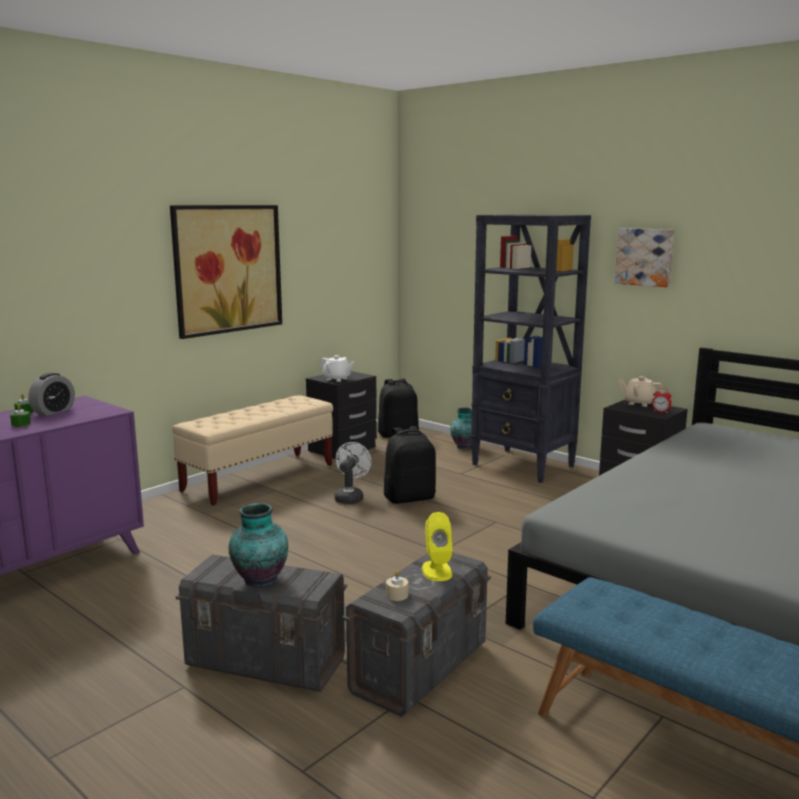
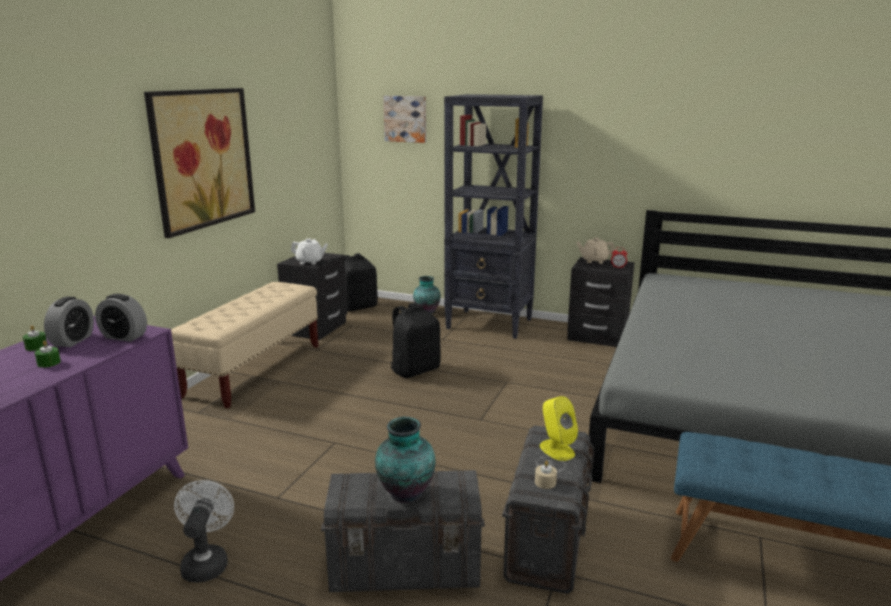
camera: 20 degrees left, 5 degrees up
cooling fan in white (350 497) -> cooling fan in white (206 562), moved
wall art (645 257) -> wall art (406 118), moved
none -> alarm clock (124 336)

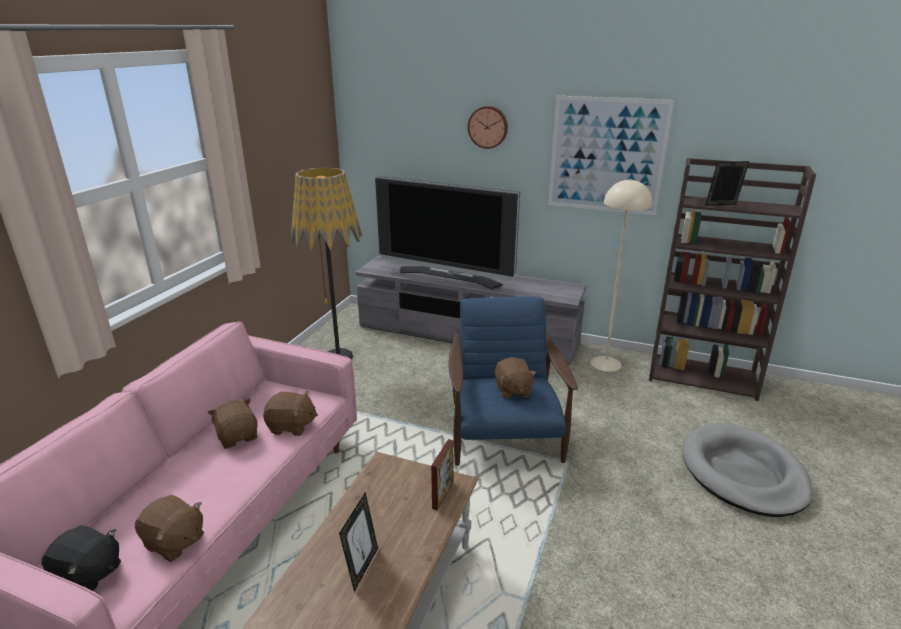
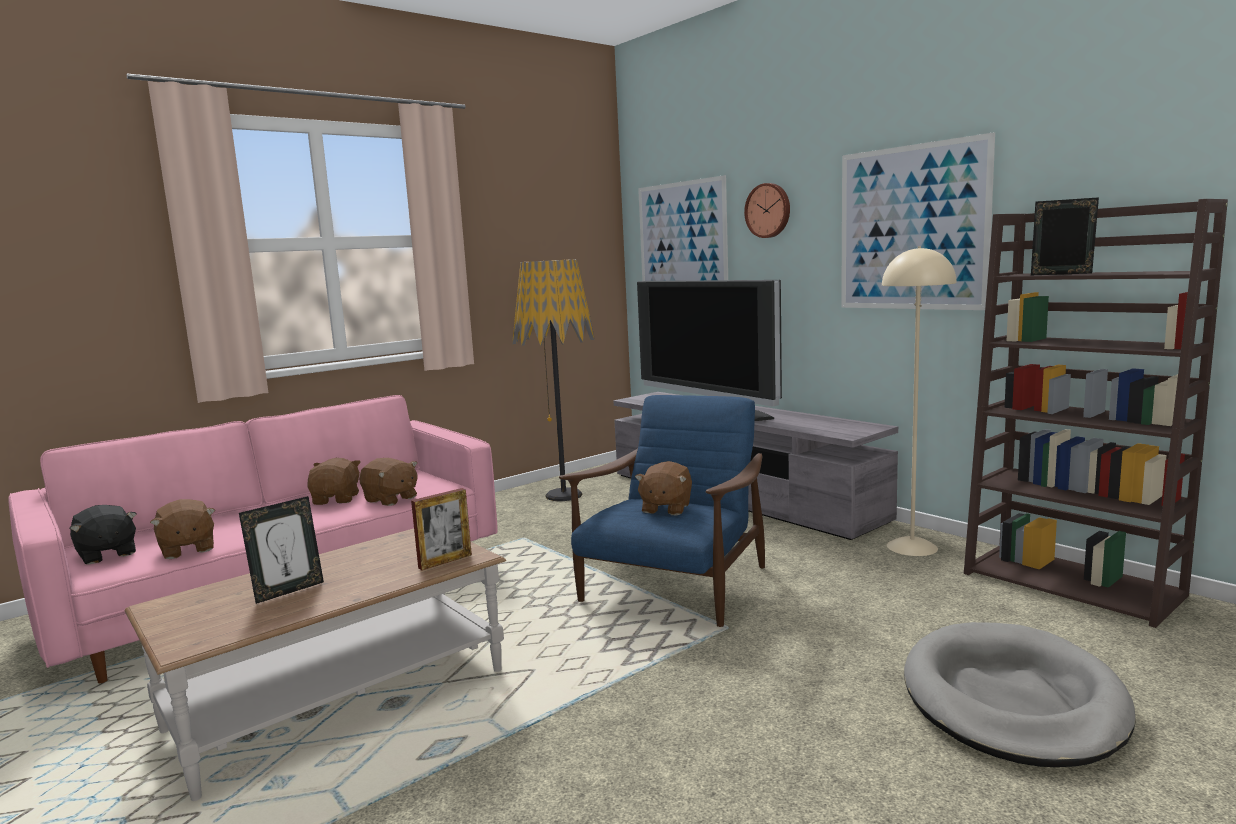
camera: 30 degrees right, 15 degrees down
none -> wall art (682 244)

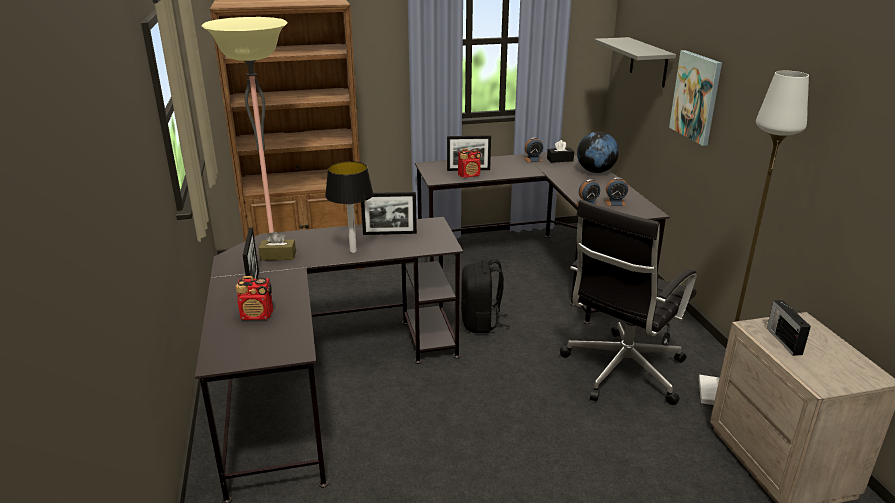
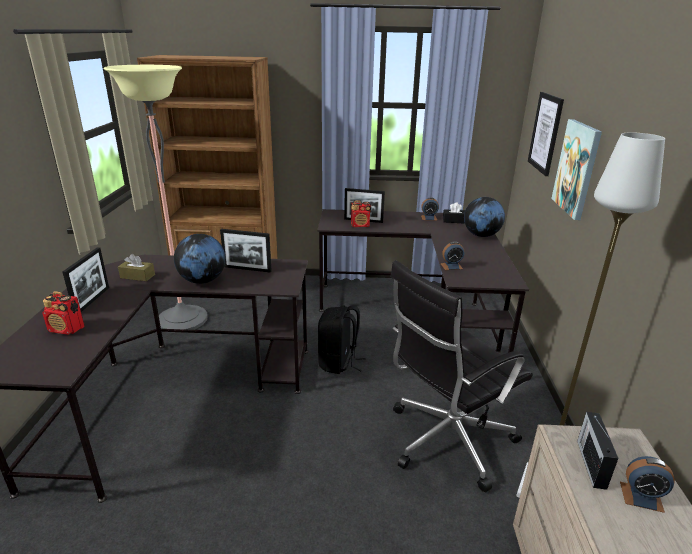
camera: 15 degrees right, 0 degrees up
tabletop lamp (353 251) -> desk globe (202 280)
shelf in greyish (648 62) -> wall art (545 133)
alarm clock (615 203) -> alarm clock (641 496), moved

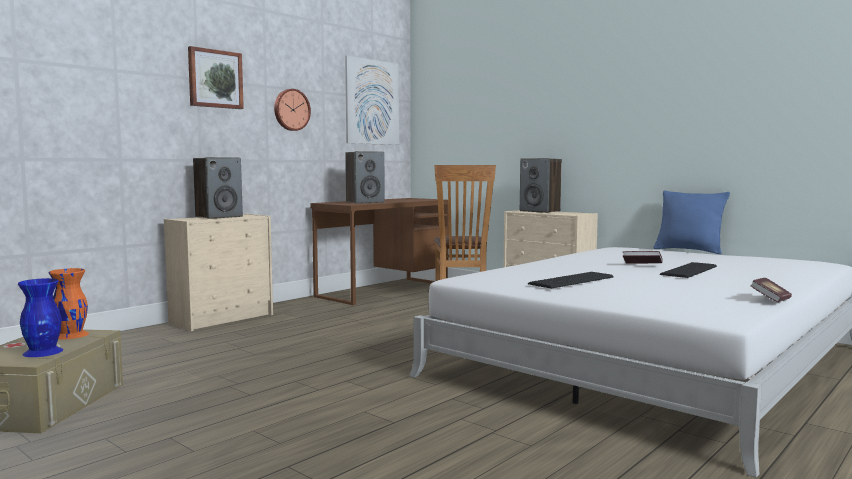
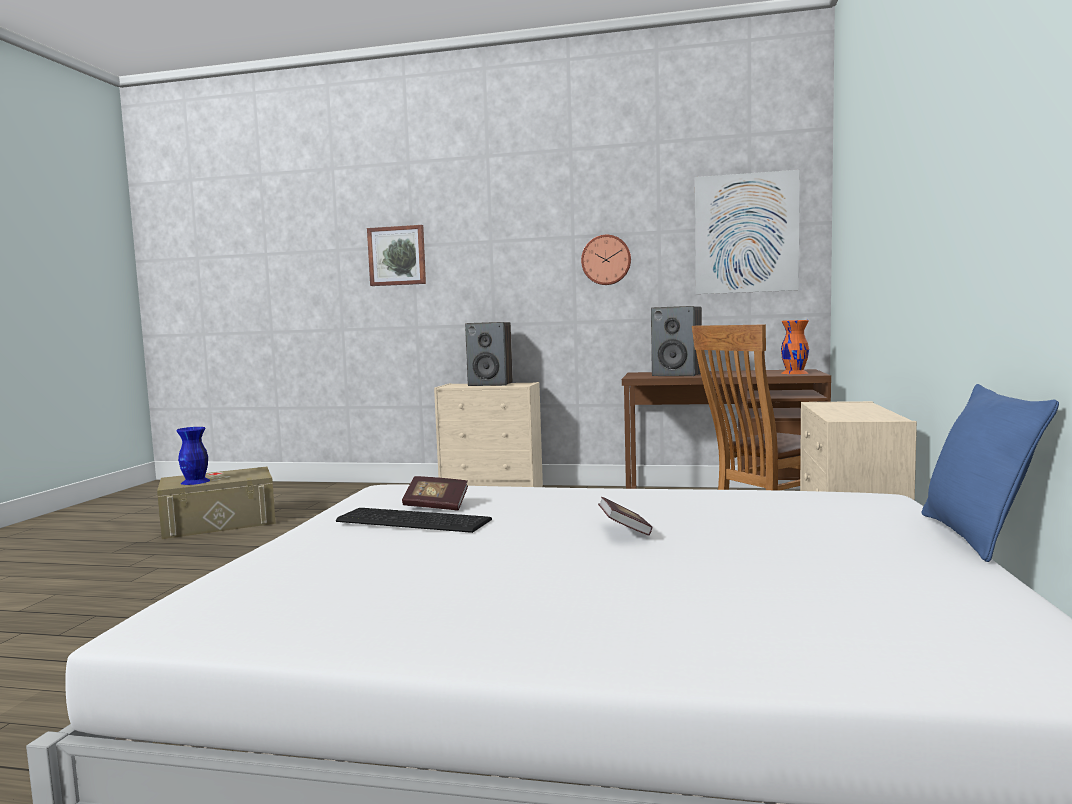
camera: 60 degrees right, 0 degrees up
vase in orange-coloured (70 335) -> vase in orange-coloured (794 373), moved
wall art (215 79) -> wall art (397 256), moved
speaker (540 211) -> none
computer keyboard (687 270) -> none
volume (770 300) -> volume (436 506), moved

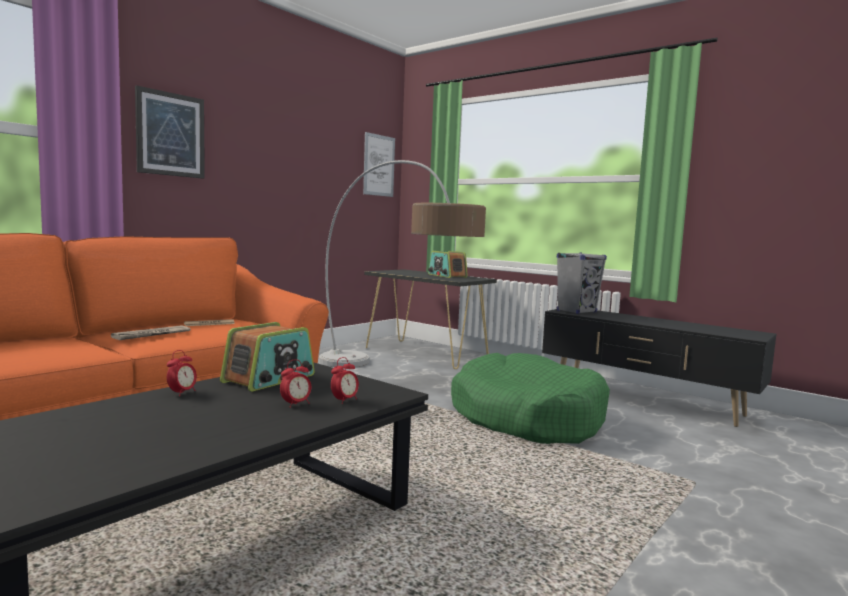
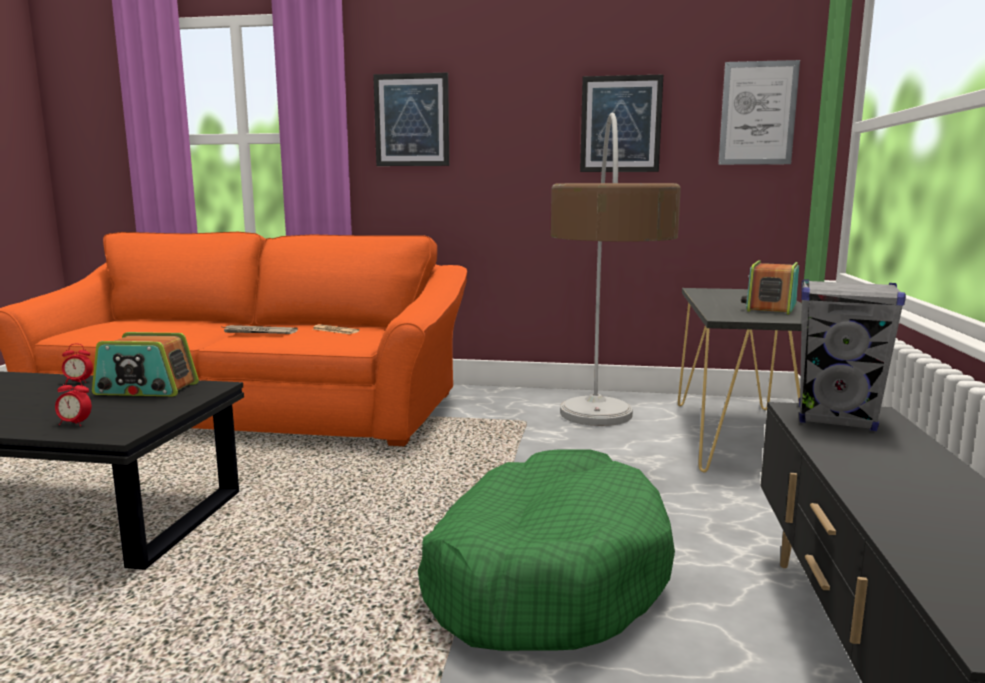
camera: 60 degrees right, 5 degrees up
alarm clock (296 404) -> none
none -> wall art (620 124)

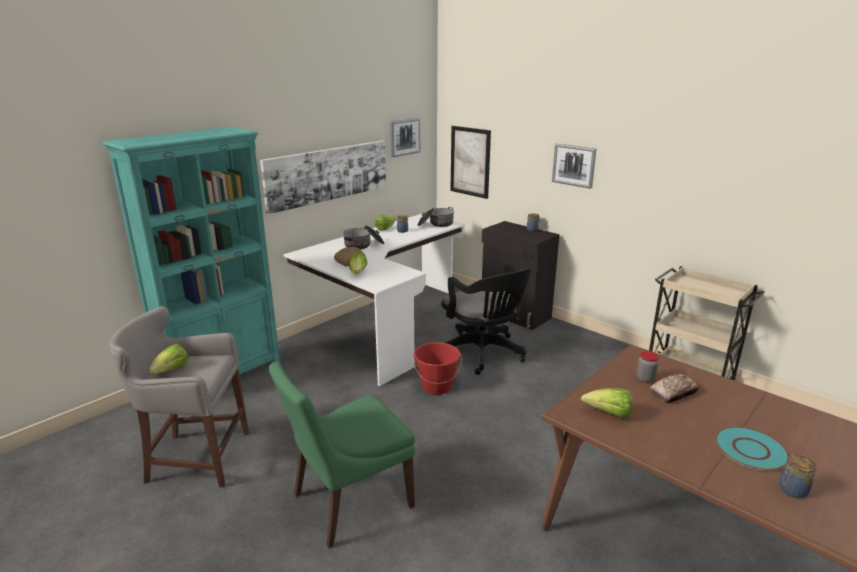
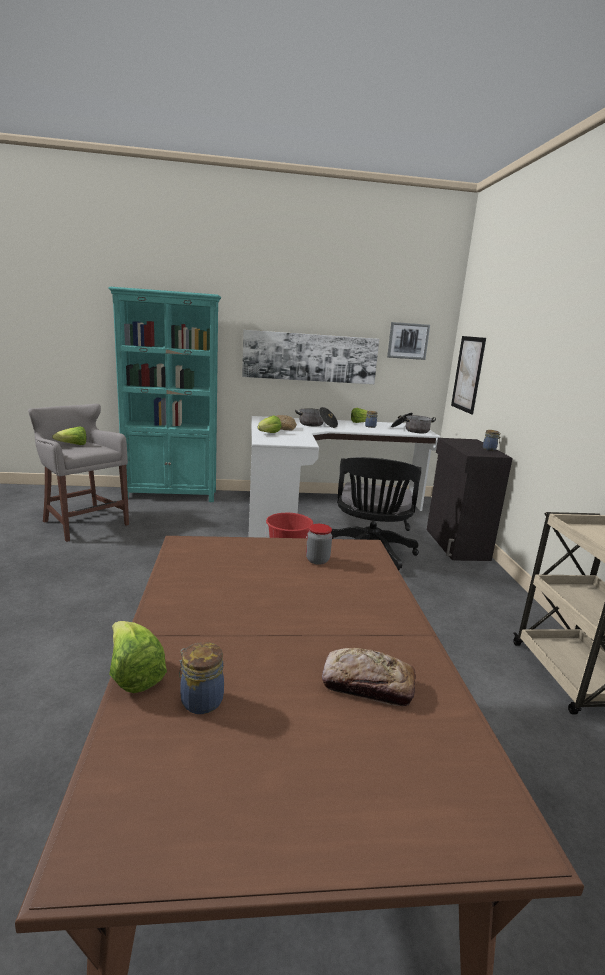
camera: 40 degrees right, 5 degrees down
upright chair in green-coloured (349 502) -> none
wall art (574 165) -> none
head of lettuce (609 414) -> head of lettuce (134 674), moved
bakery bread (673 393) -> bakery bread (367 685), moved
plate in turquoise-coloured (750 449) -> none

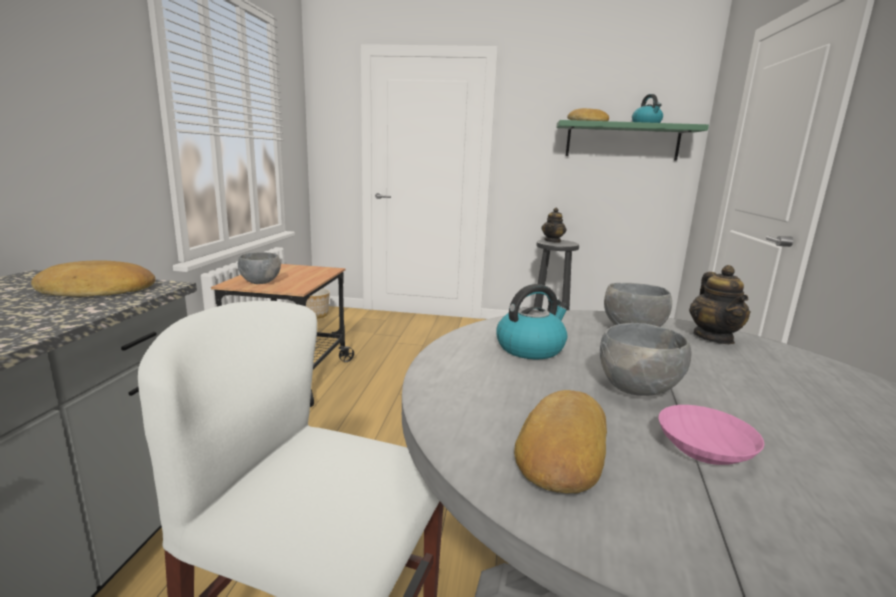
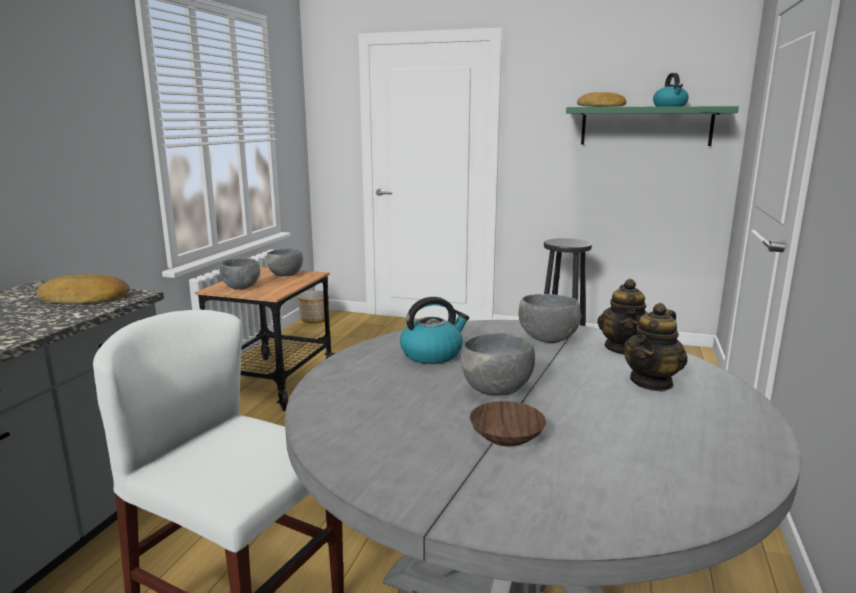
camera: 10 degrees right, 0 degrees up
bakery bread (560 449) -> none
tea pot (553 241) -> tea pot (652 382), moved
bowl in pink-coloured (702 448) -> bowl in brown (506 435)
none -> bowl in greyish (286 275)

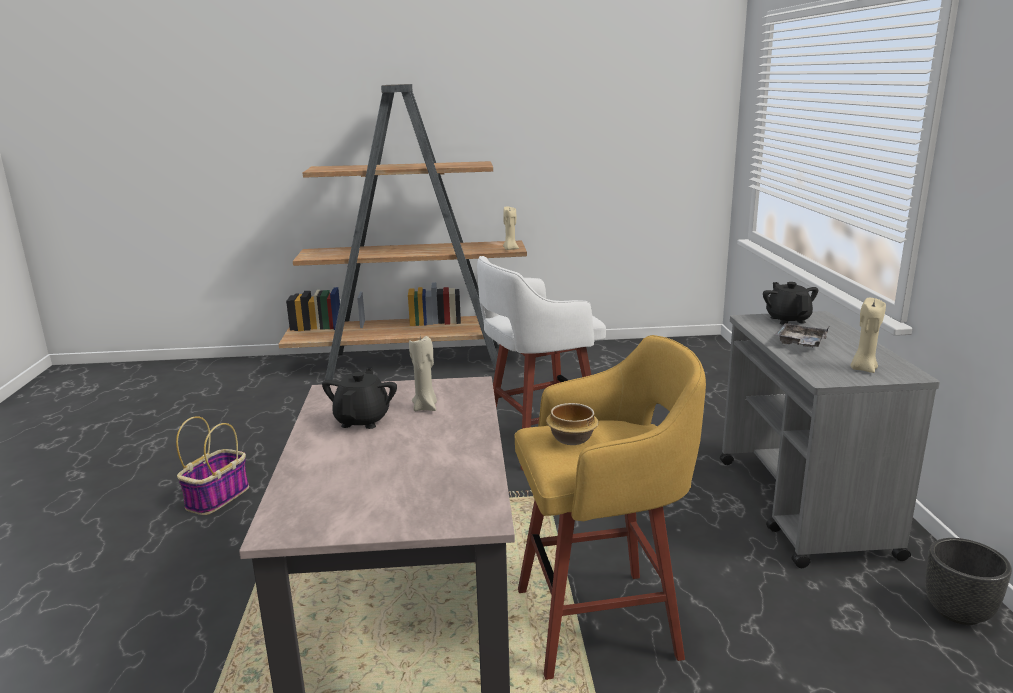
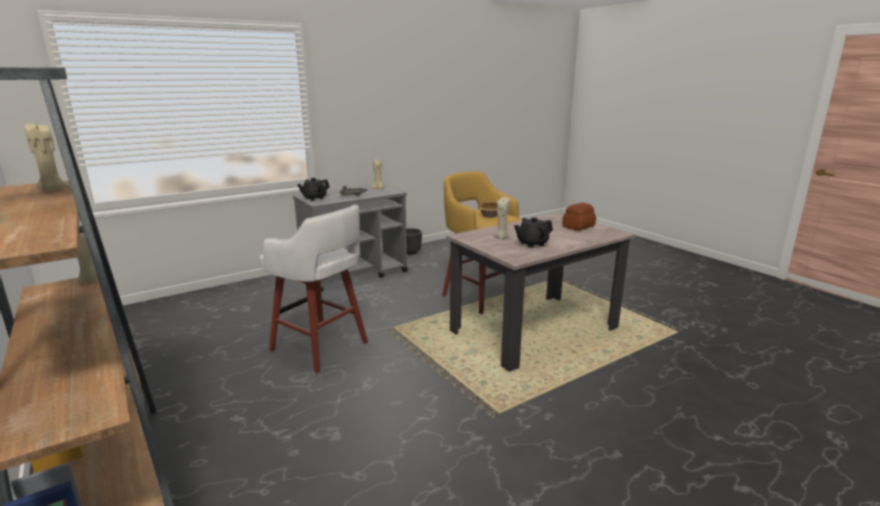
camera: 120 degrees left, 0 degrees up
basket (218 497) -> none
none -> wax candle in beige (52 190)
none -> bakery bread (579 227)

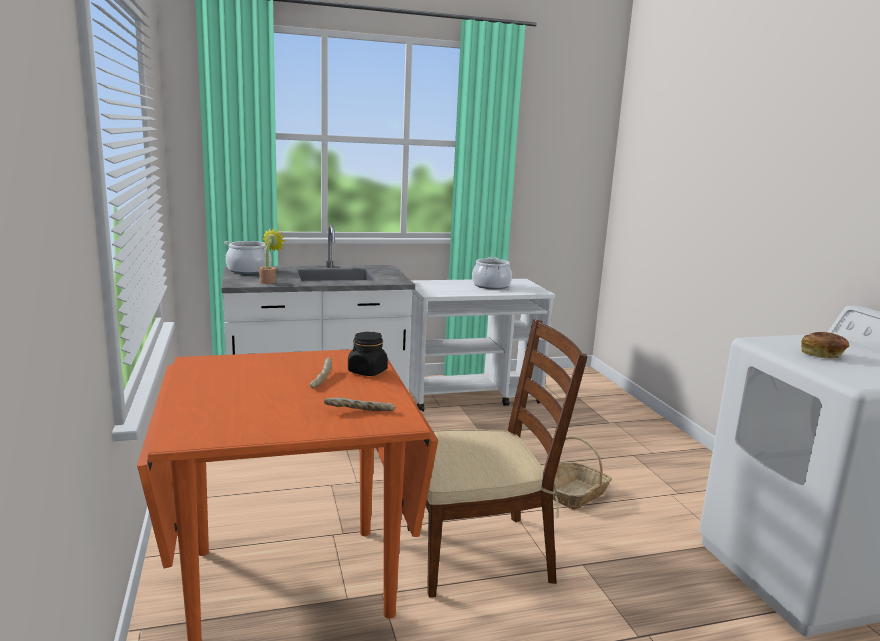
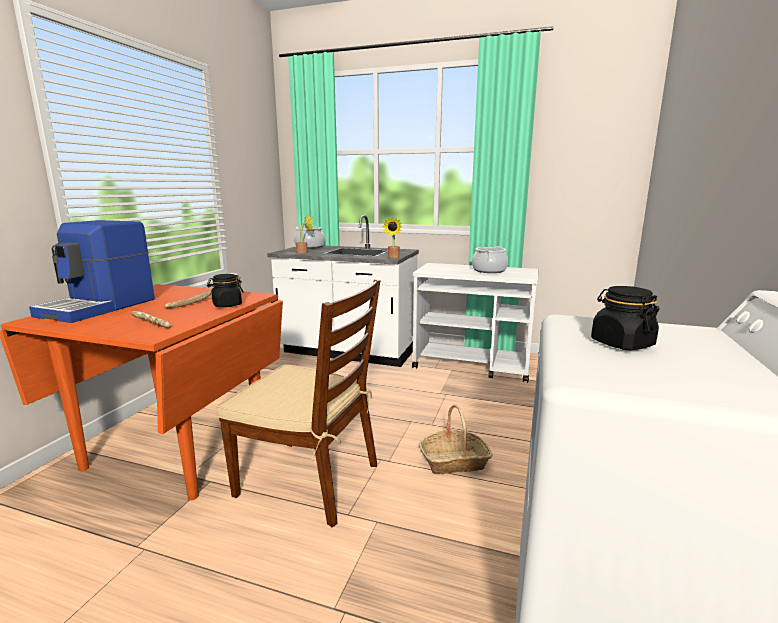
camera: 35 degrees right, 0 degrees up
bakery bread (822 355) -> preserve jar in black (621 344)
none -> coffee maker (100 307)
none -> houseplant (393 257)

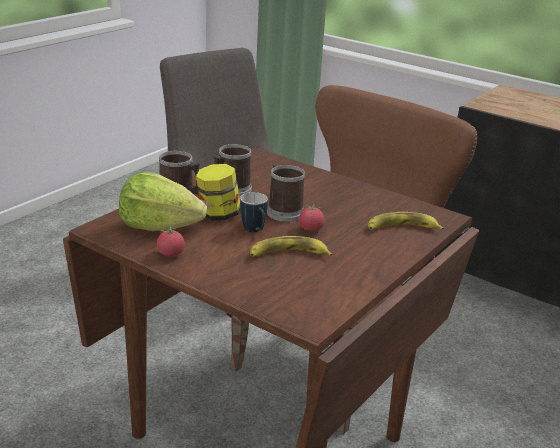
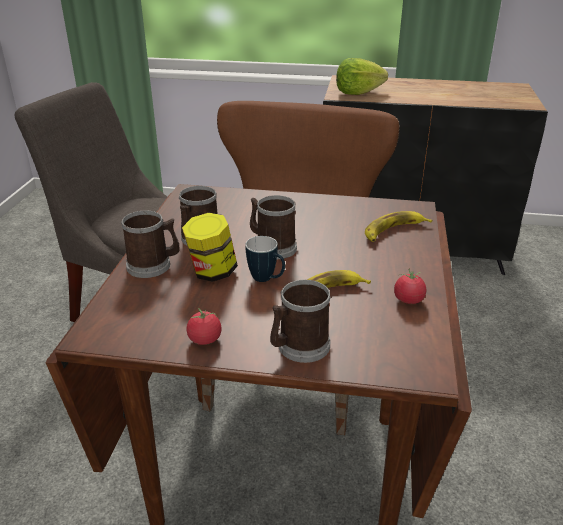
camera: 25 degrees left, 5 degrees up
head of lettuce (159 226) -> head of lettuce (358 92), moved
tomato (310 229) -> tomato (408 300), moved
none -> coffee mug (298 347)

